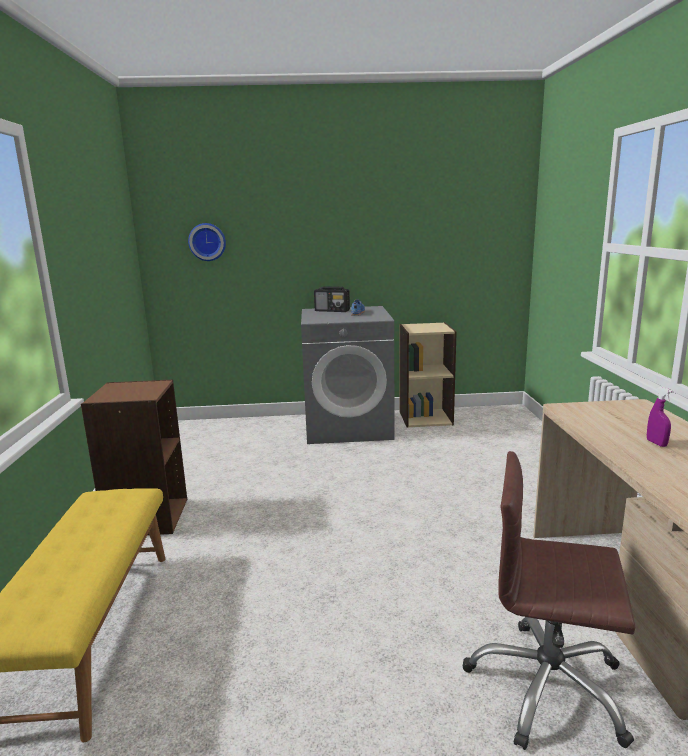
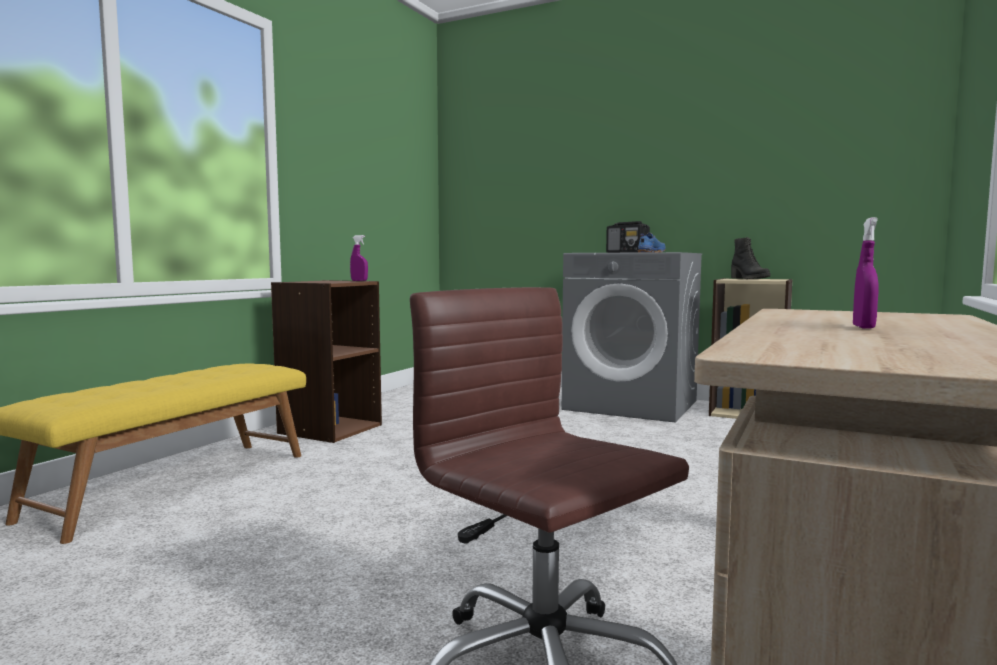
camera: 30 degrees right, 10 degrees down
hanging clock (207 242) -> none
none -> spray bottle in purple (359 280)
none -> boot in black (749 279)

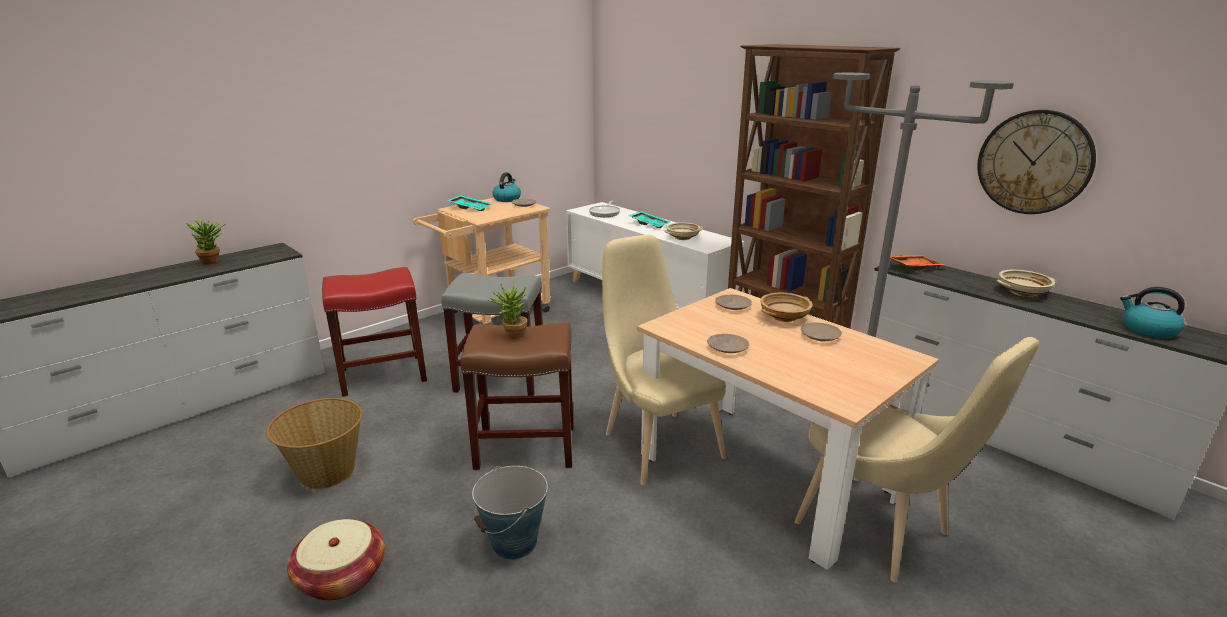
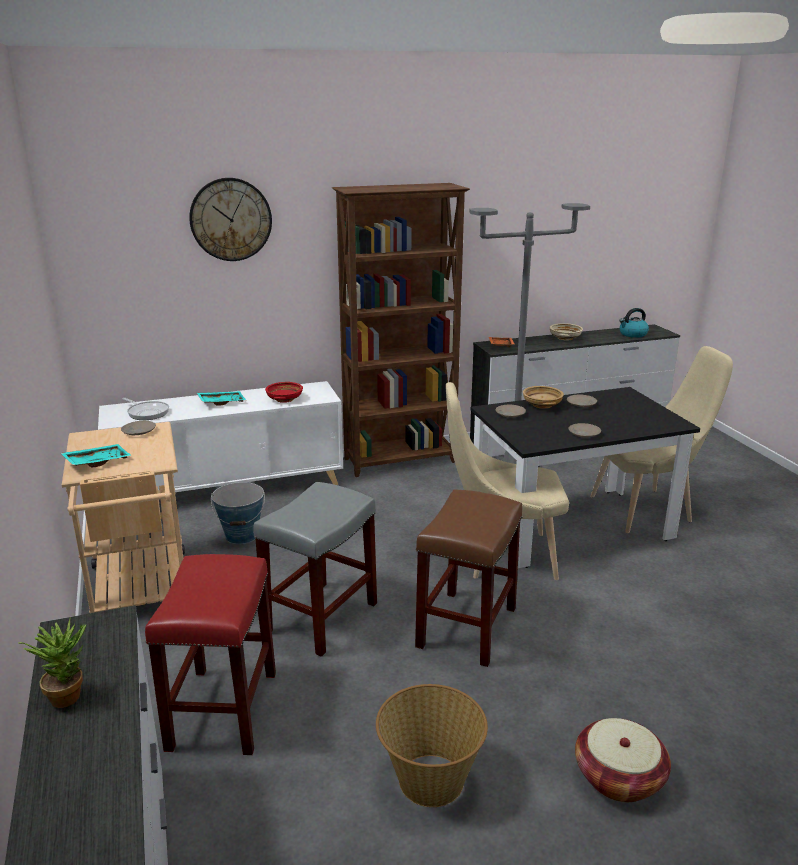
camera: 65 degrees left, 0 degrees up
bucket (514 543) -> bucket (242 535), moved
houseplant (512 336) -> none
kettle (507 199) -> none
dining table in beige (765 475) -> dining table in black (570 526)
bowl in beige (682 237) -> bowl in reddish (285 399)
hanging clock (1034 162) -> hanging clock (230 219), moved

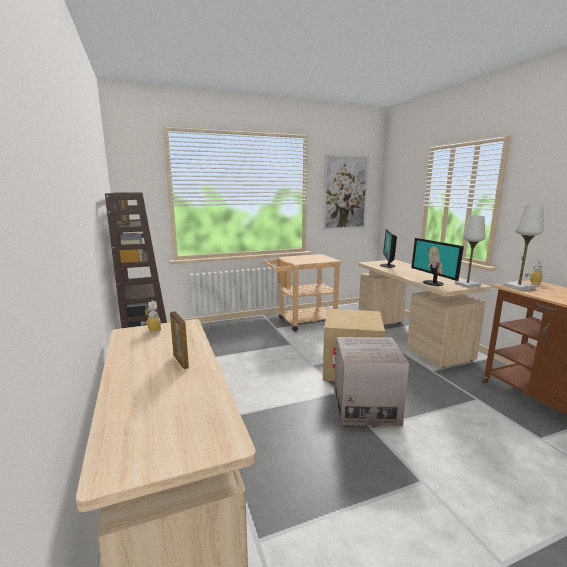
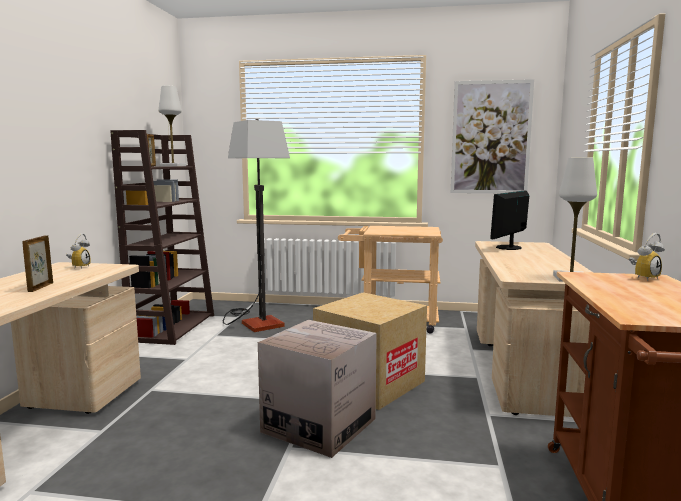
camera: 30 degrees right, 5 degrees down
monitor (433 283) -> none
tabletop lamp in white (519 287) -> tabletop lamp in white (173 166), moved
none -> standard lamp (255 322)

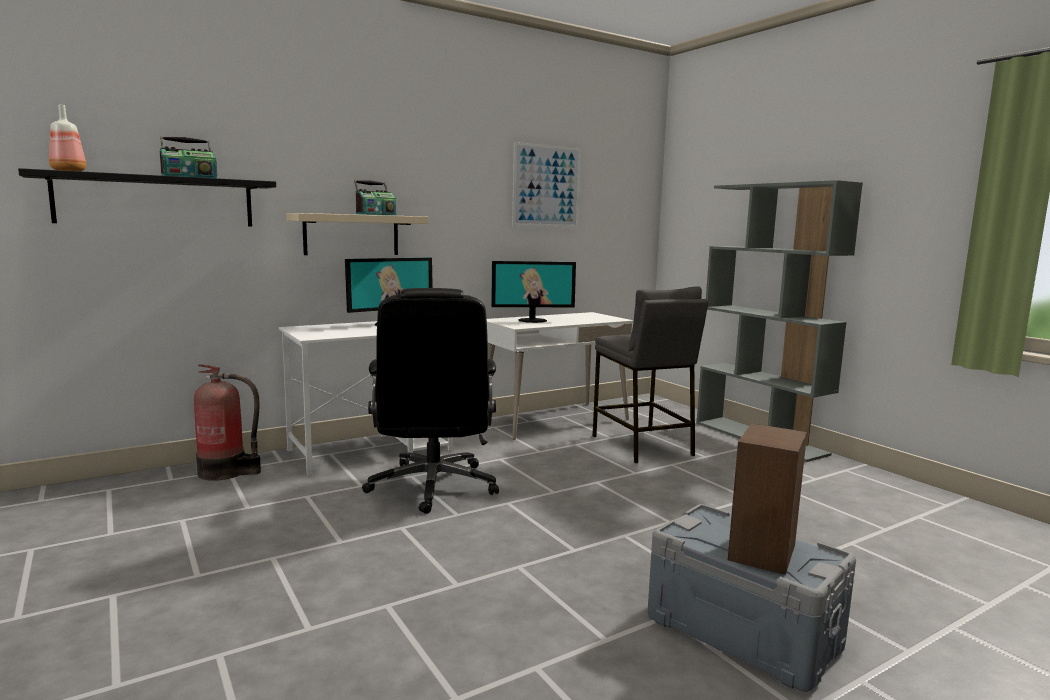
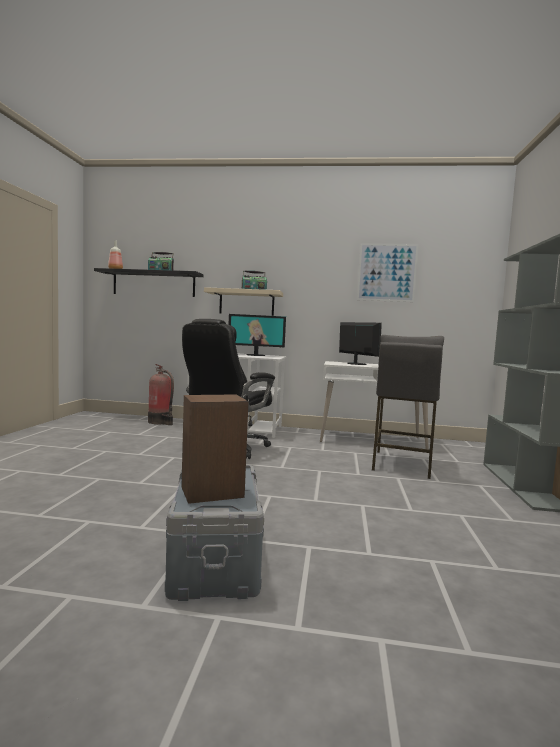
camera: 40 degrees right, 5 degrees down
monitor (532 320) -> monitor (356 364), 150 degrees counterclockwise

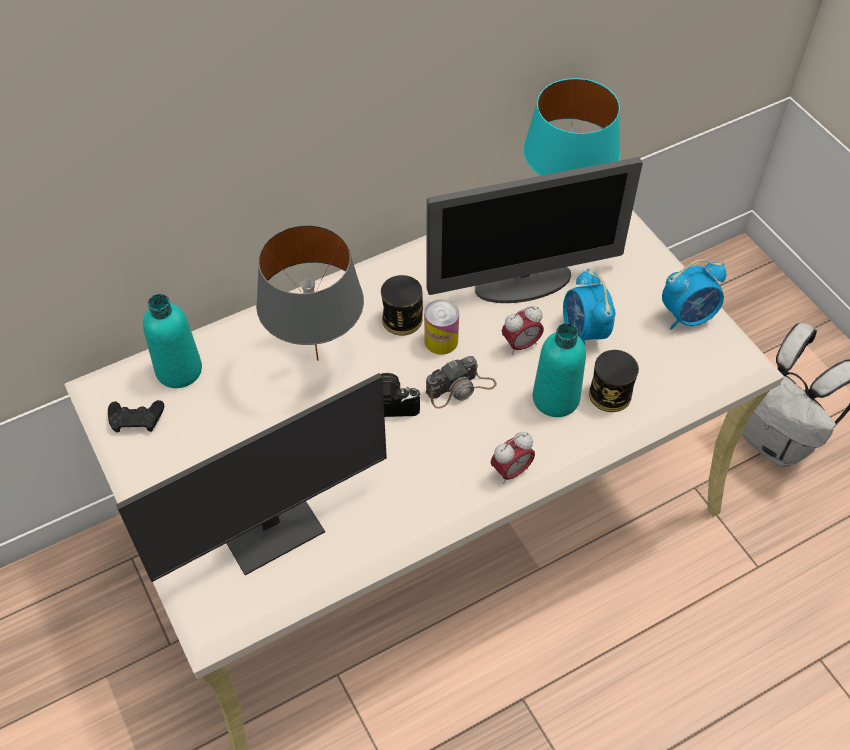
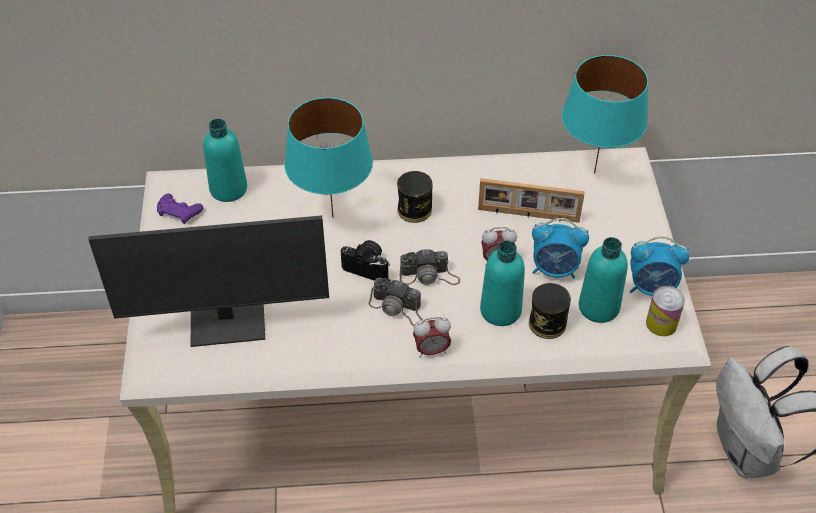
camera: 25 degrees right, 5 degrees down
game controller in black (136 419) -> game controller in purple (179 212)
tabletop lamp in greyish (317 359) -> tabletop lamp in turquoise-coloured (333 216)
sealed can (441 341) -> sealed can (661 323), moved
monitor (524 283) -> photo frame (528 215)
alarm clock (584 332) -> alarm clock (555 269), 90 degrees counterclockwise
none -> still camera (398 308)
none -> bottle in turquoise-coloured (599 307)

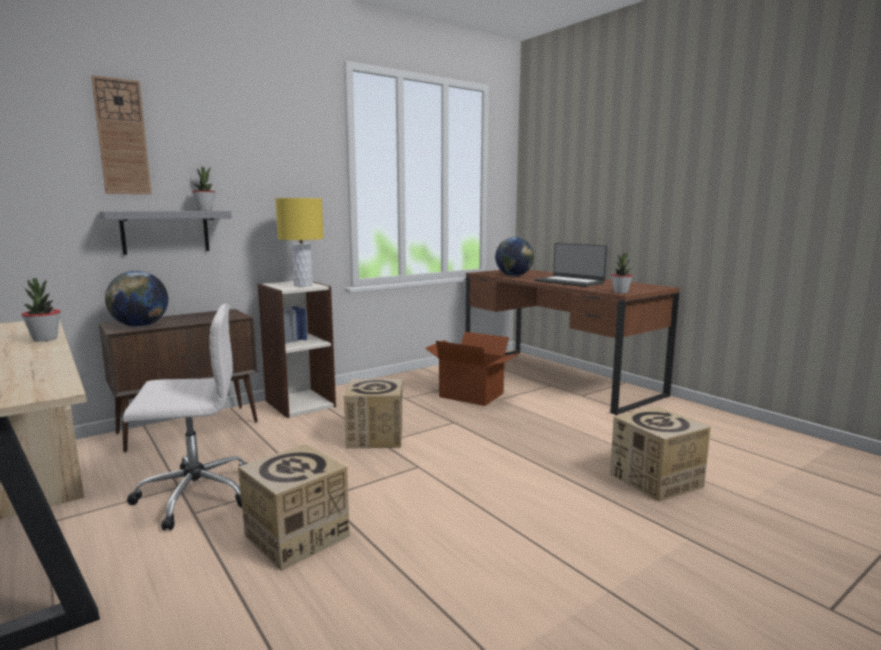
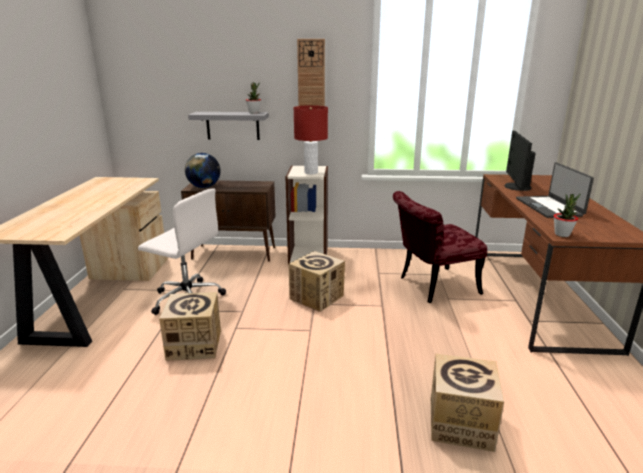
camera: 40 degrees right, 10 degrees up
houseplant (45 339) -> none
hanging clock (122 137) -> hanging clock (311 77), moved
tabletop lamp in yellow (303 285) -> tabletop lamp in reddish (311 172)
packing box (472 395) -> upright chair in reddish (431 286)
desk globe (514 276) -> monitor (516 187)

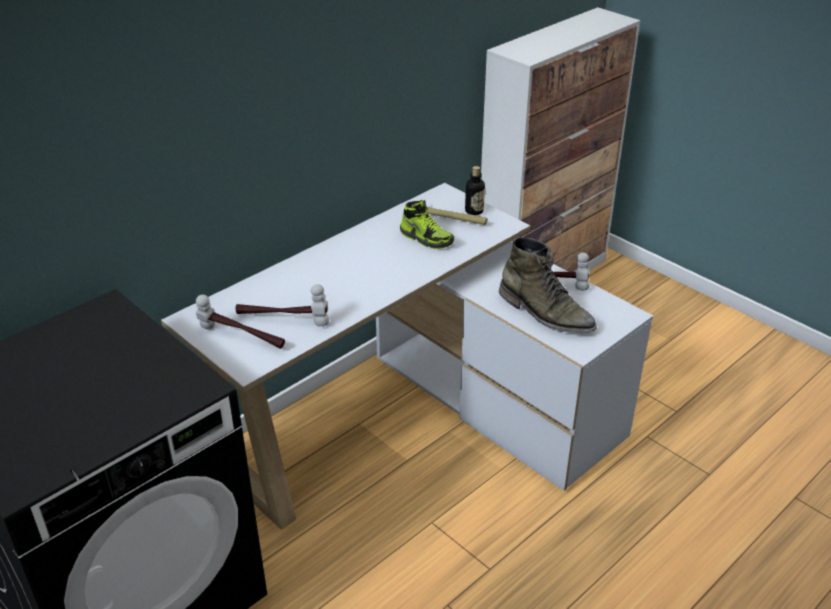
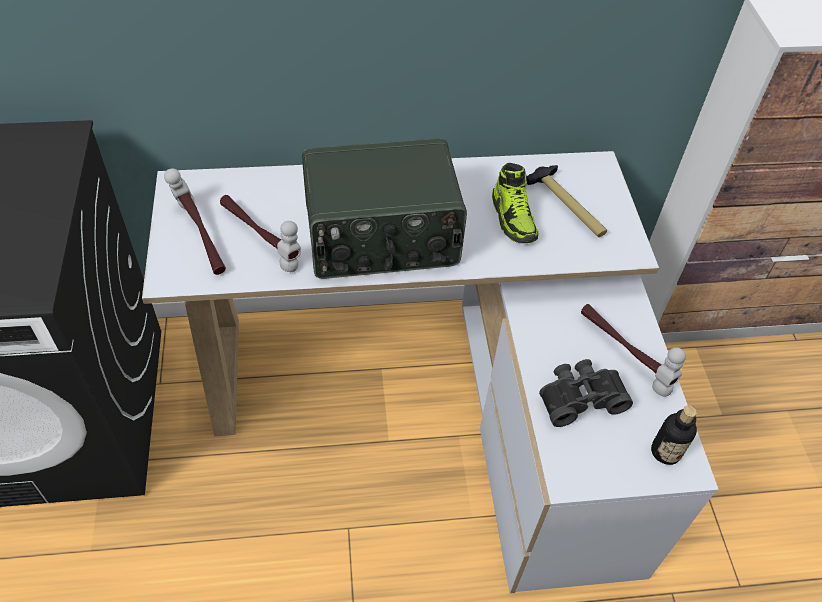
camera: 35 degrees right, 15 degrees up
bottle (474 211) -> bottle (665 452), moved
boot in green-coloured (545 313) -> pair of binoculars in black (579 397)
none -> radio receiver (381 238)

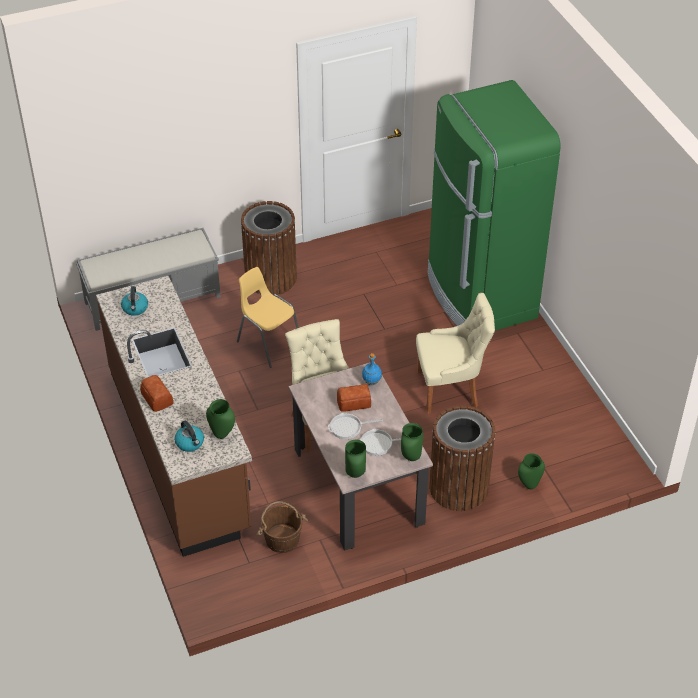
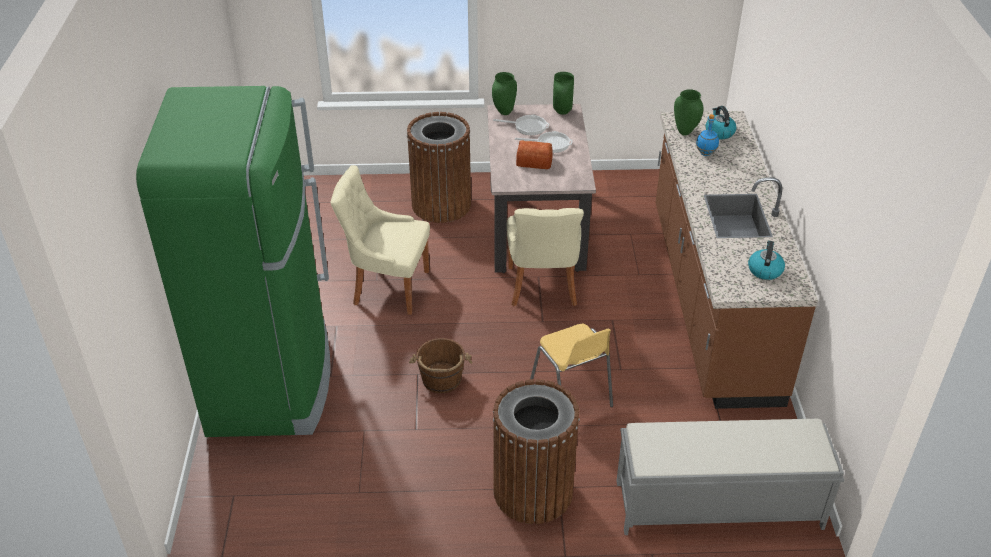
camera: 160 degrees left, 5 degrees down
bakery bread (156 399) -> none
bucket in brown (282 538) -> bucket in brown (441 380), moved
bottle in blue (371 382) -> bottle in blue (706 153), moved
vase in green-coloured (529 485) -> none

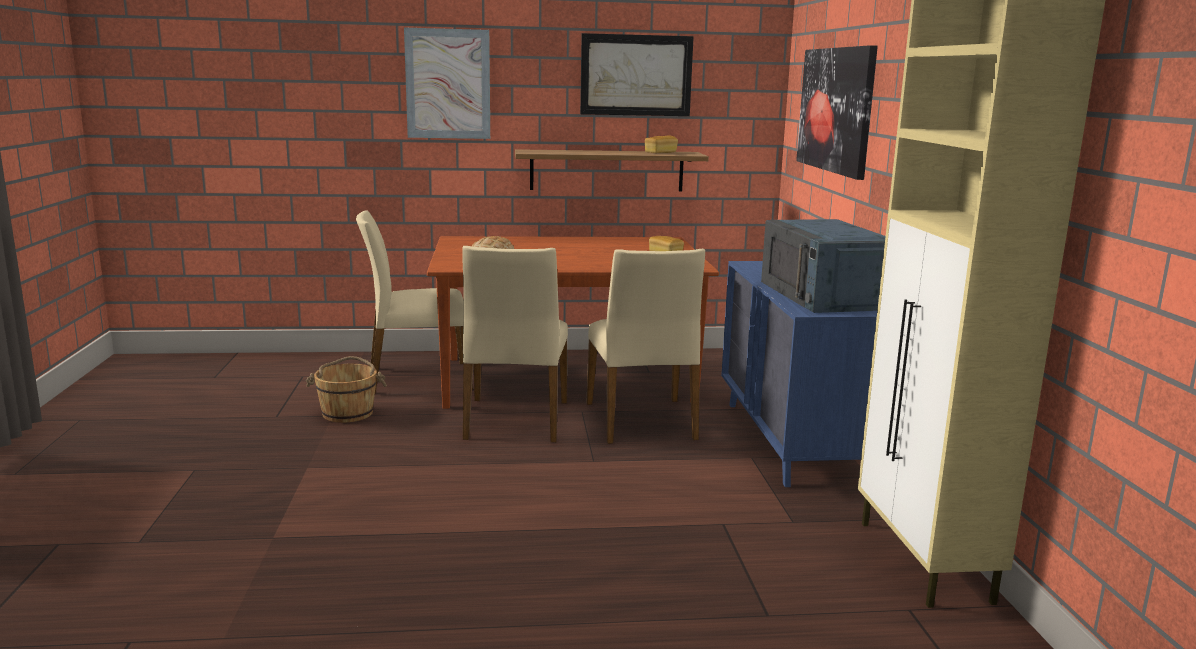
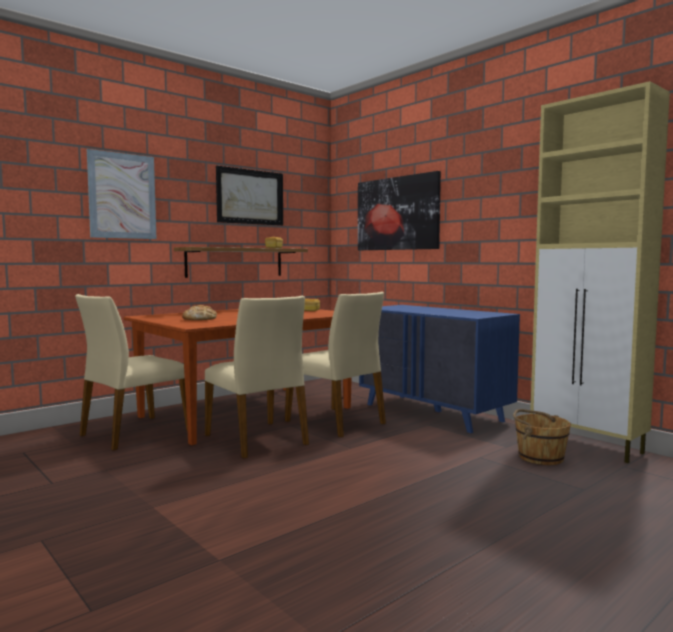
camera: 35 degrees left, 10 degrees down
bucket in brown (348 413) -> bucket in brown (540 457), moved
microwave in blue (823 295) -> none

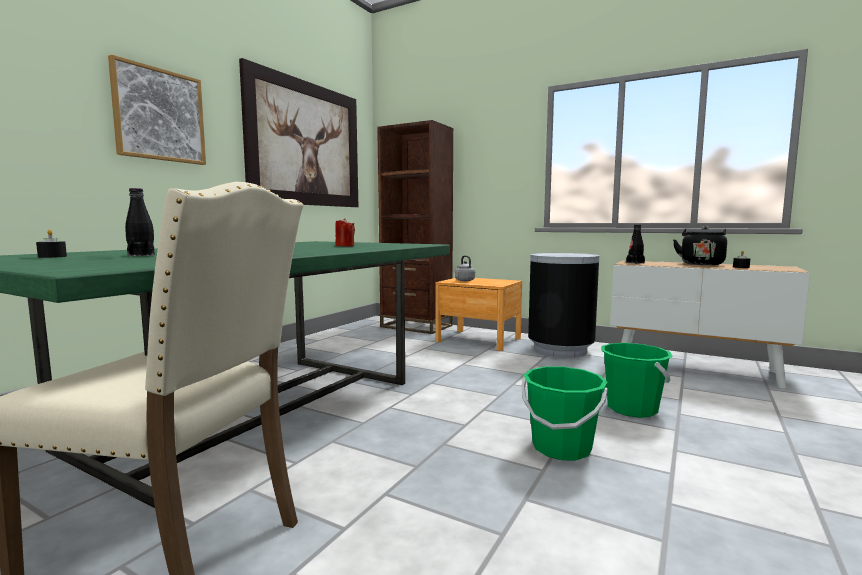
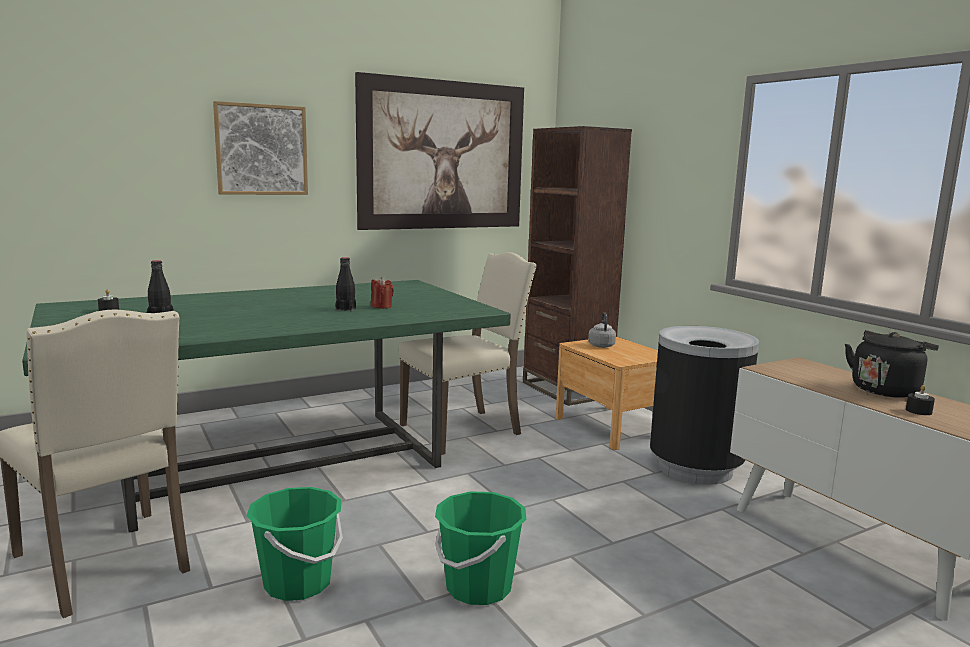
camera: 30 degrees right, 5 degrees up
bucket in green-coloured (632 409) -> bucket in green-coloured (298 583), moved
bottle in black (635 263) -> bottle in black (345 309), moved
none -> upright chair in beige (464 430)

